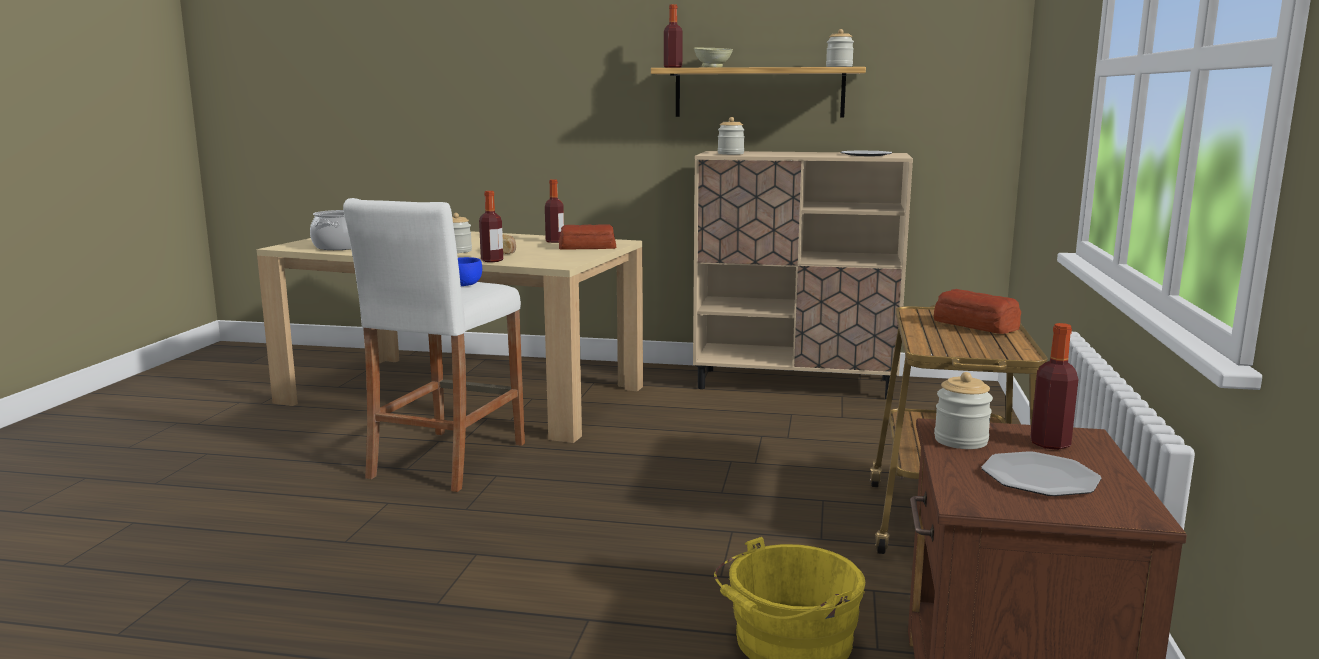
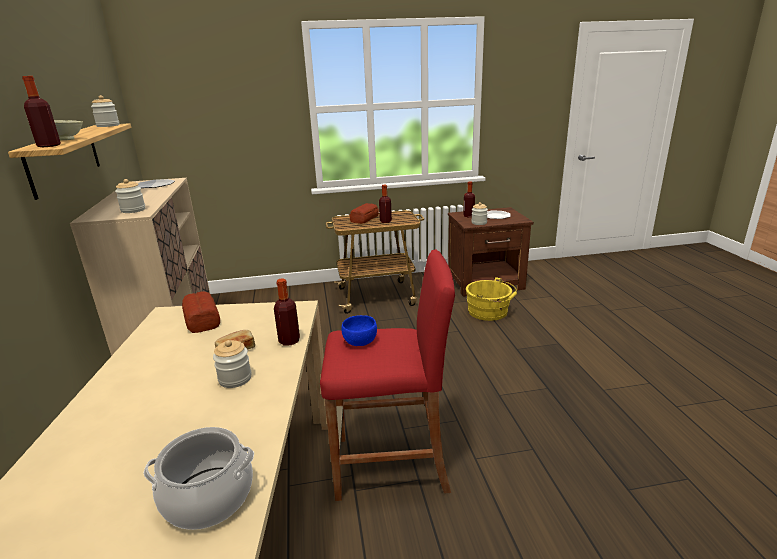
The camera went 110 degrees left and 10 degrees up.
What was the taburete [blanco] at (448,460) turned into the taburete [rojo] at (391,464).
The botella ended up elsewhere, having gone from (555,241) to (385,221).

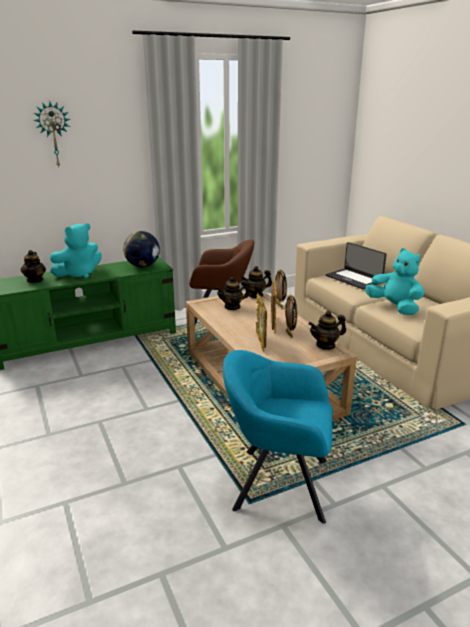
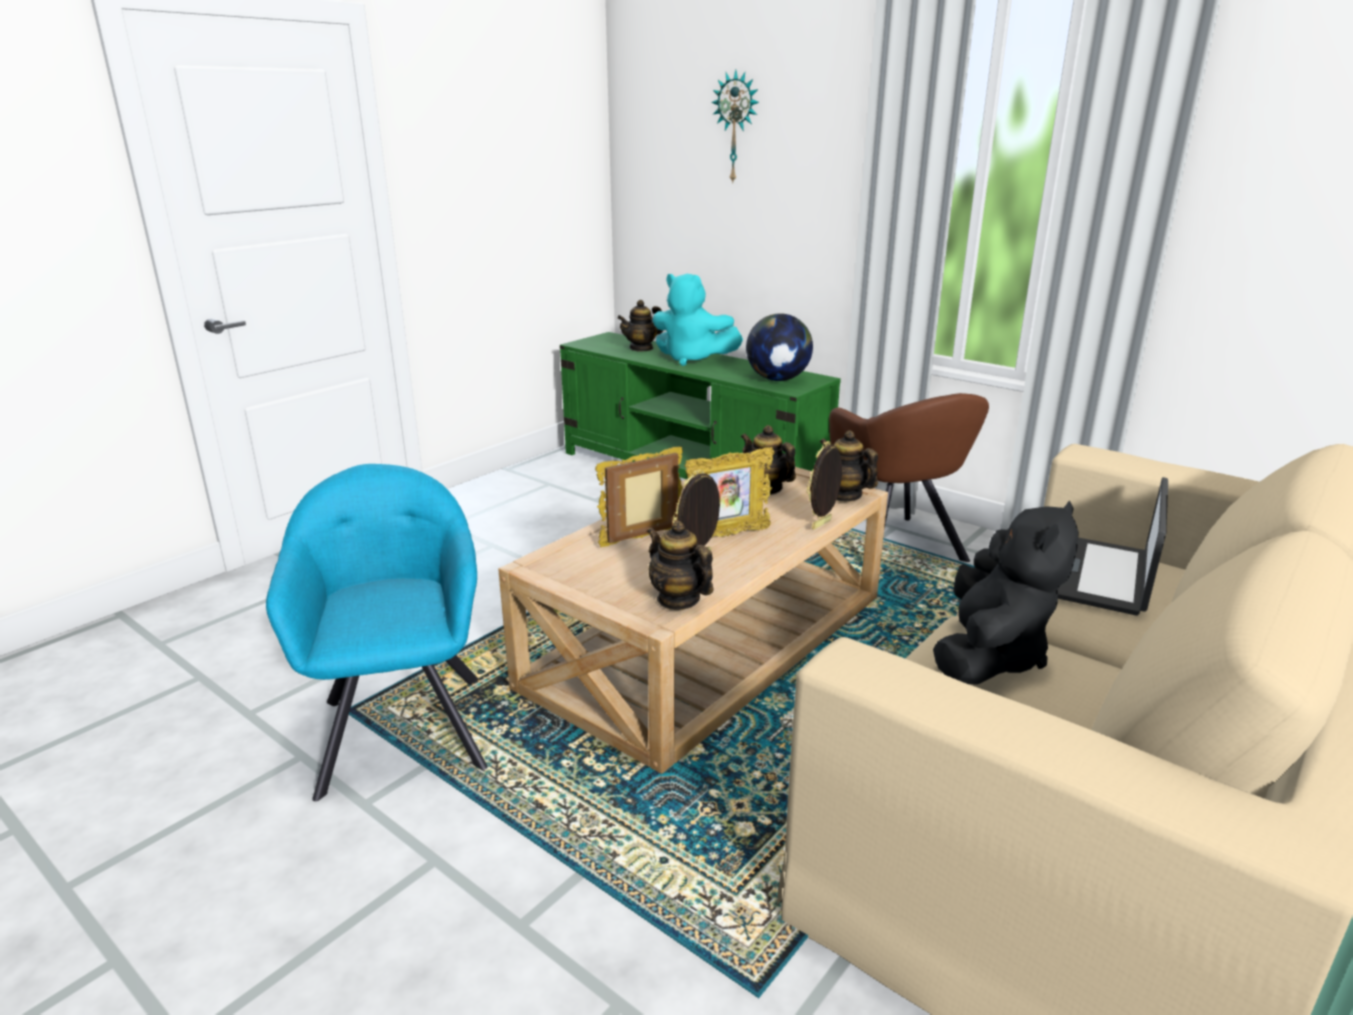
The camera went 65 degrees right and 0 degrees up.
What was the peluche [turquesa] at (394,307) turned into the peluche [negro] at (989,656).

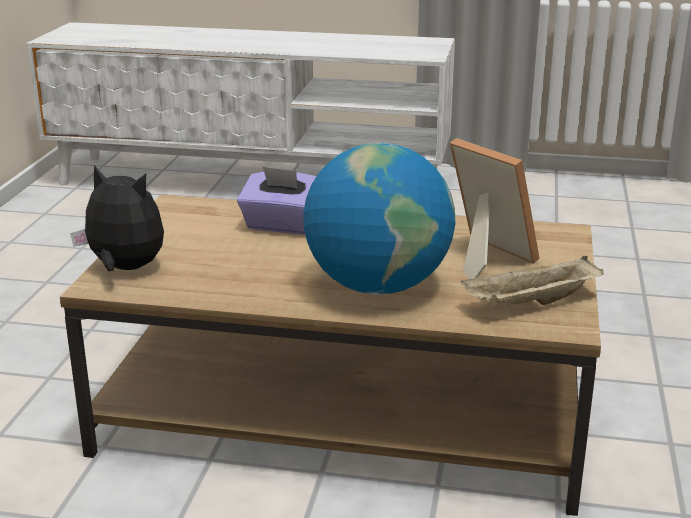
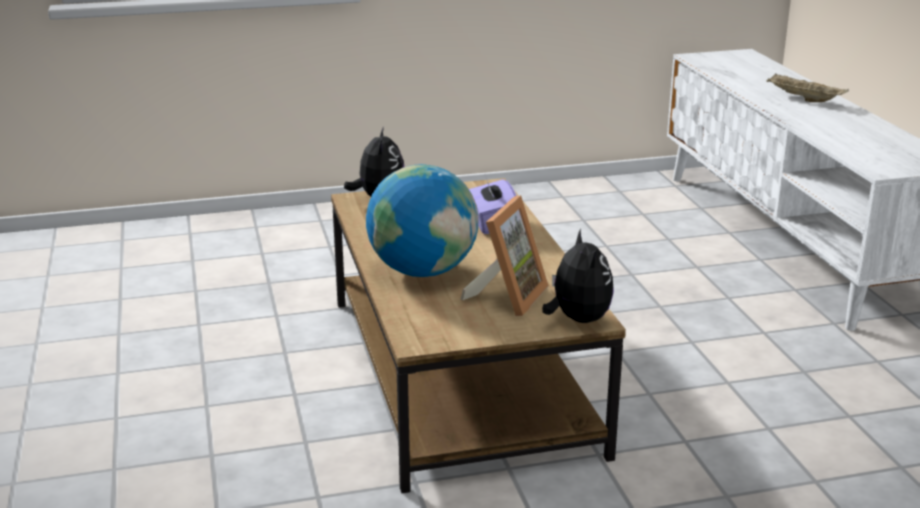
The camera went 65 degrees right and 0 degrees up.
The second view gained the peluche at (577,319).
The bandeja [beis] ended up elsewhere, having gone from (531,303) to (802,99).

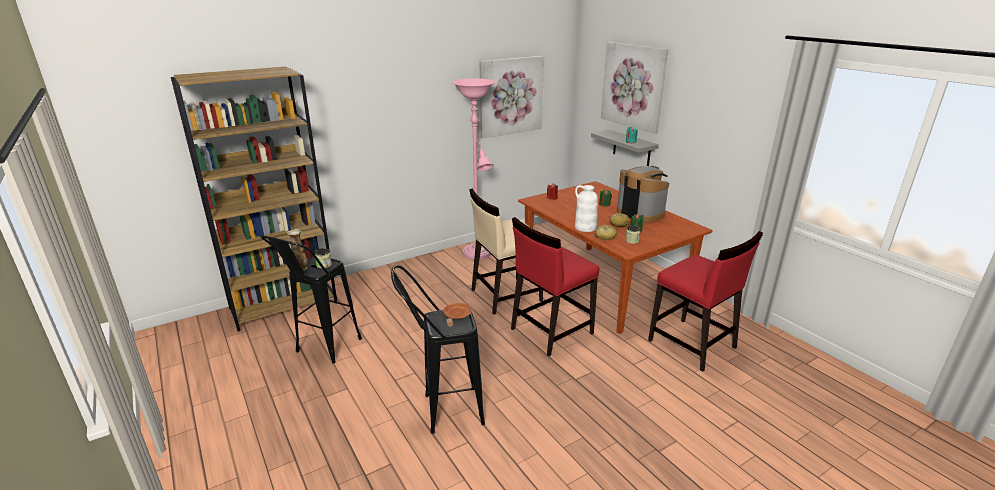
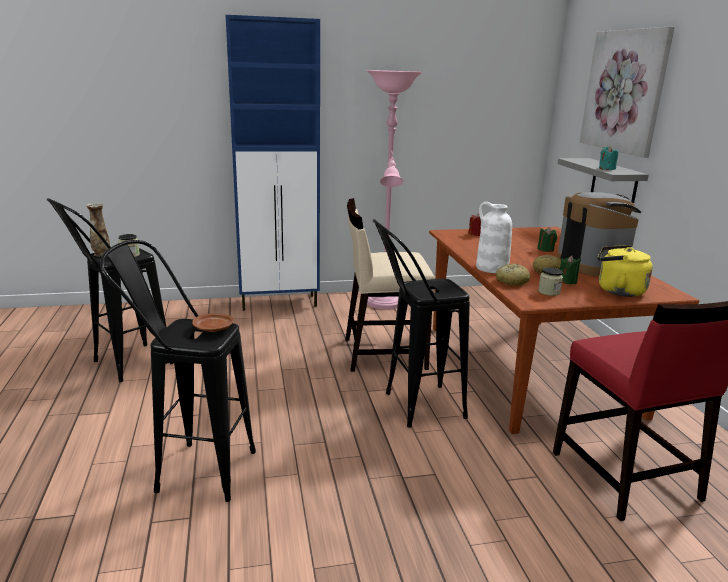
The camera went 20 degrees right and 5 degrees down.
The second view gained the armario [azul] at (280,302).
Where the silla [rojo] stood at (550,331), the taburete [negro] came to stand at (412,407).
The second view gained the hervidor [amarillo] at (617,290).
The second view lost the estantería [marrón] at (284,305).
The second view lost the cuadro at (511,96).

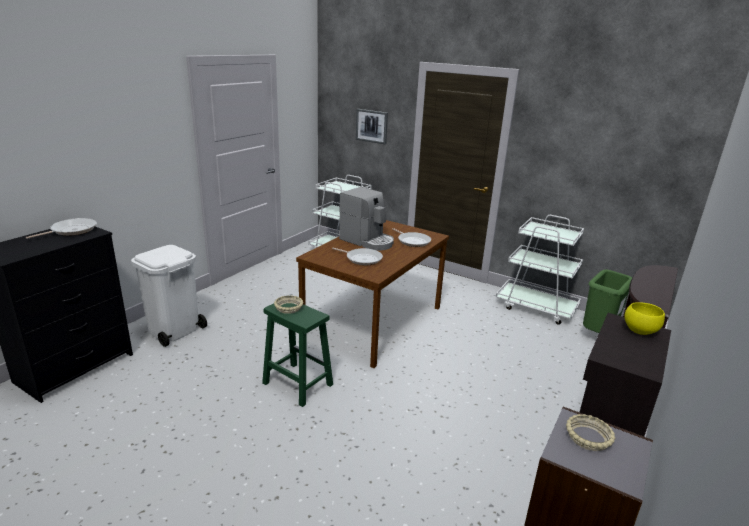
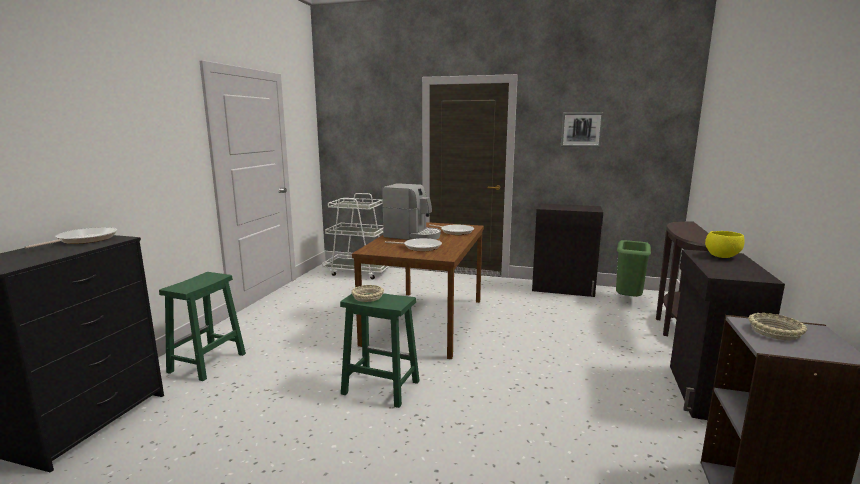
The camera went 15 degrees left and 10 degrees down.
Where the papelera [blanco] stood at (174,331), the taburete [verde] came to stand at (207,363).
Where the carrito [blanco] stood at (536,307), the armario [negro] came to stand at (563,289).
The cuadro ended up elsewhere, having gone from (372,126) to (581,129).

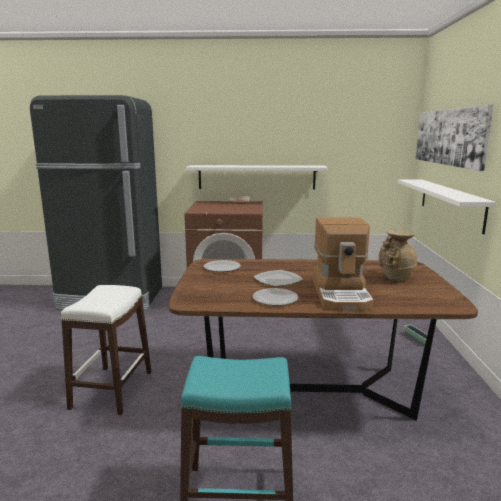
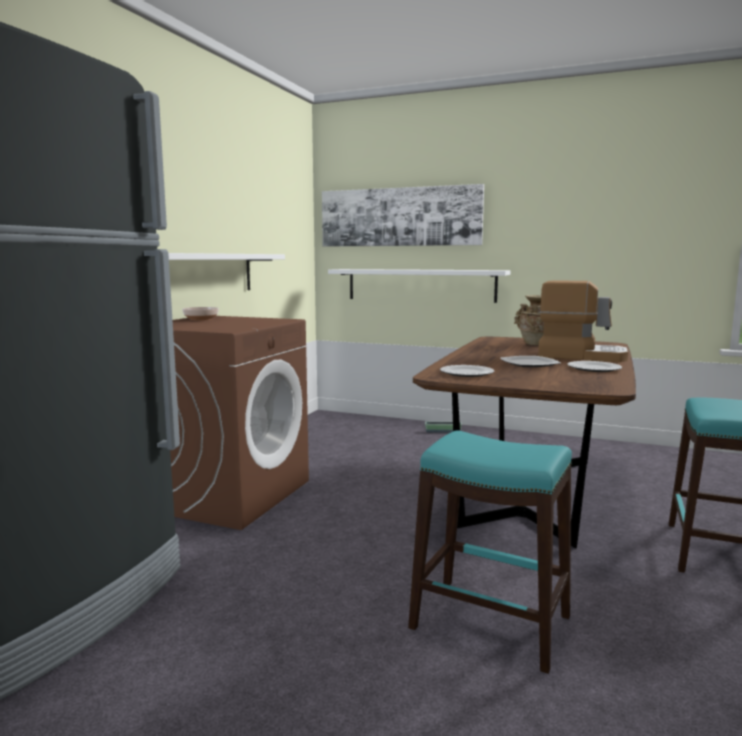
The camera went 70 degrees left and 5 degrees down.
What was the taburete [blanco] at (111,389) turned into the taburete [turquesa] at (490,623).

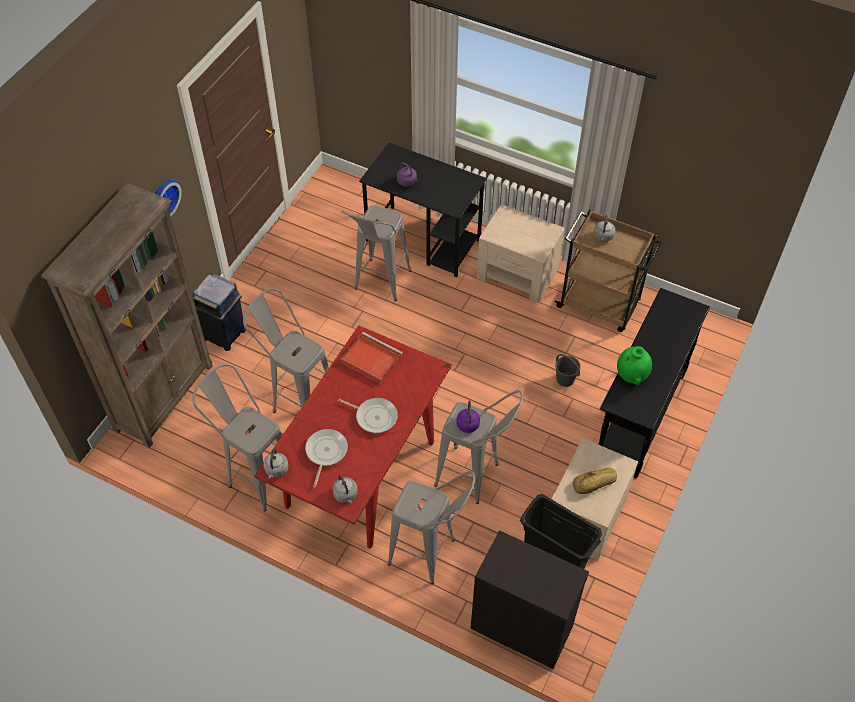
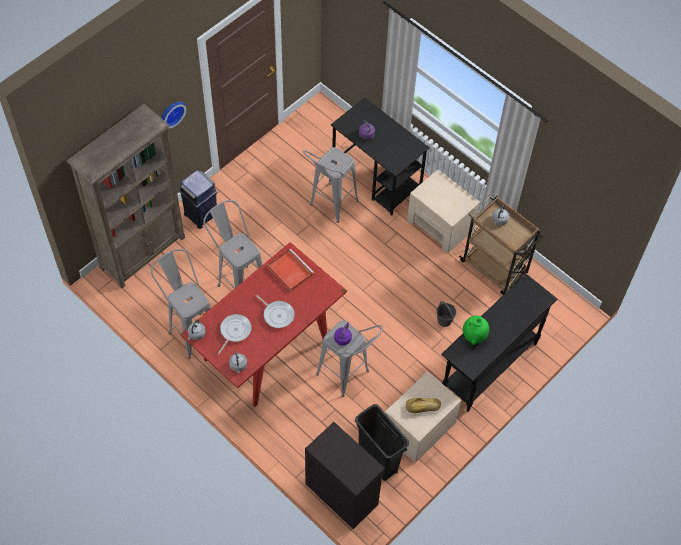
The camera went 15 degrees right and 5 degrees up.
The second view lost the taburete [gris] at (431,556).

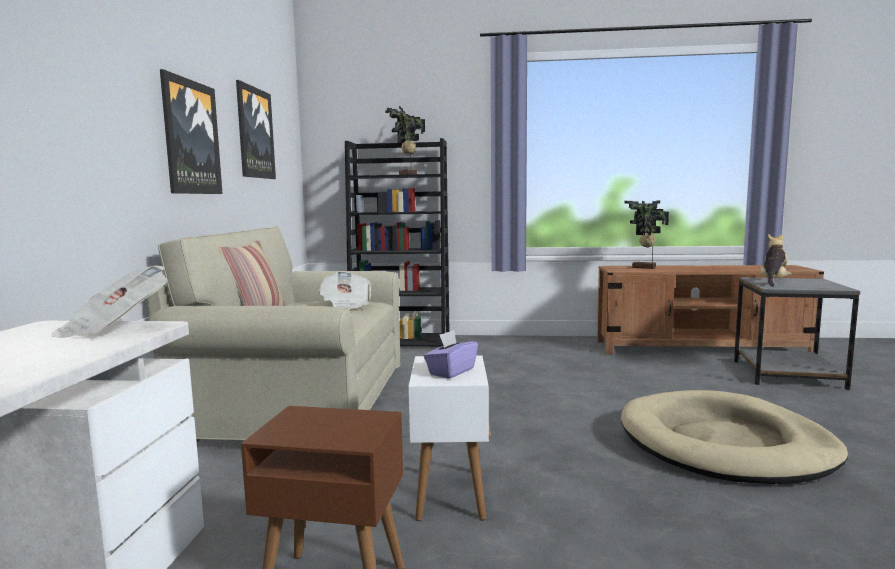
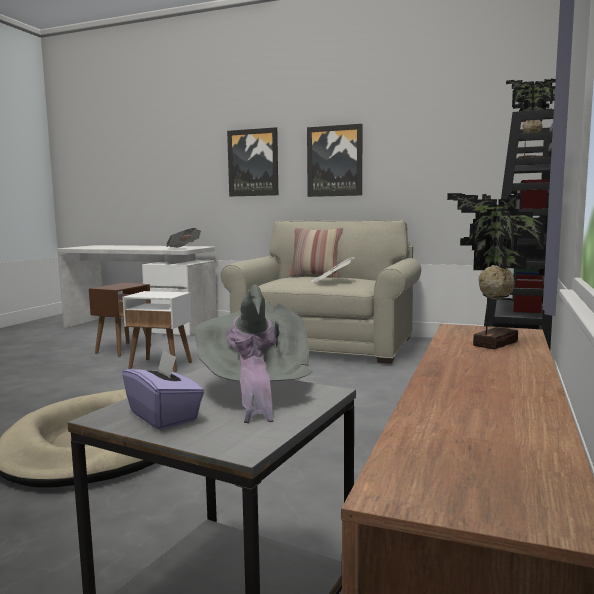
The camera went 105 degrees right and 0 degrees up.
The caja de pañuelos [morado] ended up elsewhere, having gone from (451,371) to (164,416).
Where the peluche stood at (773,282), the sombrero [gris] came to stand at (255,392).
The cuadro ended up elsewhere, having gone from (254,133) to (253,163).

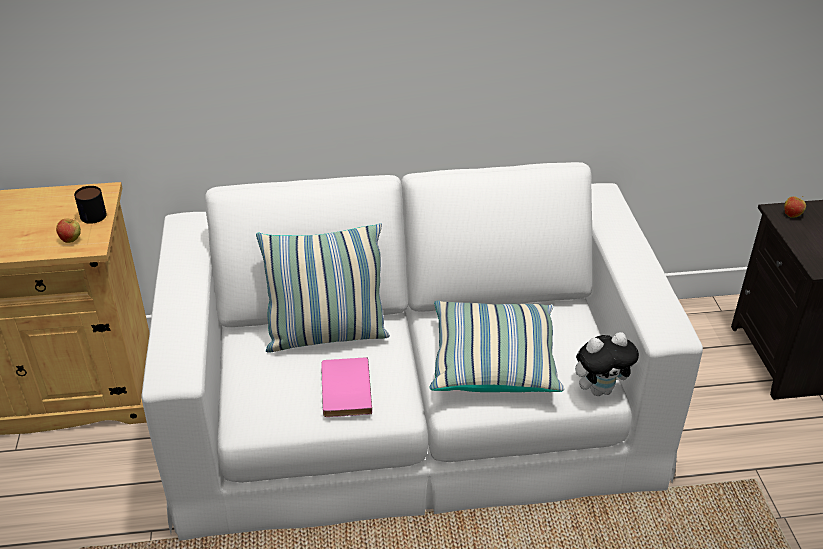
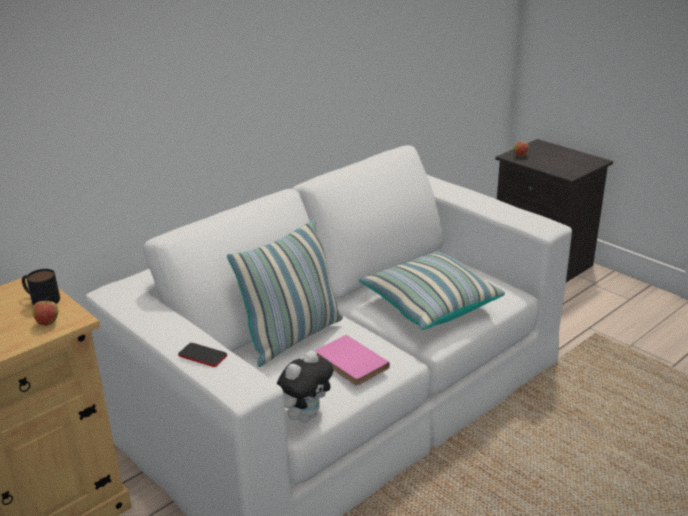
The camera went 35 degrees left and 10 degrees down.
The second view gained the móvil at (202,356).
The peluche ended up elsewhere, having gone from (600,389) to (305,416).

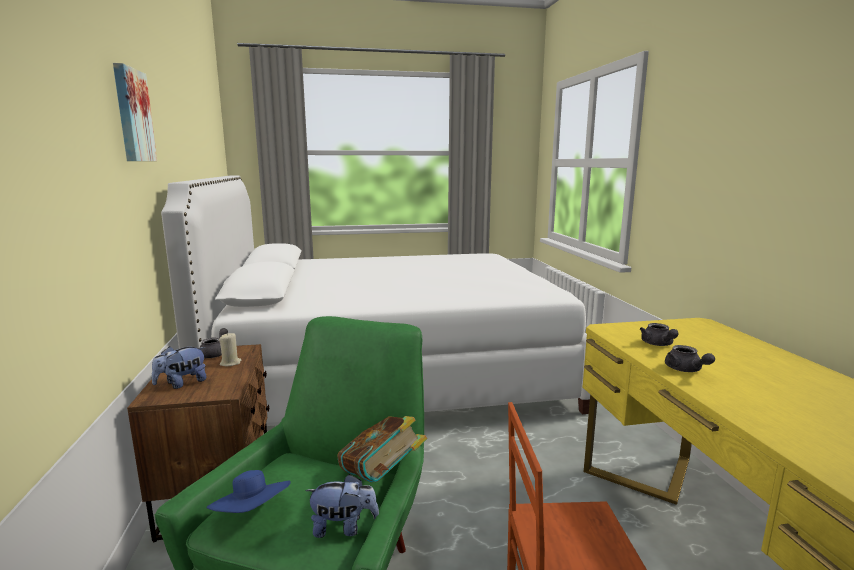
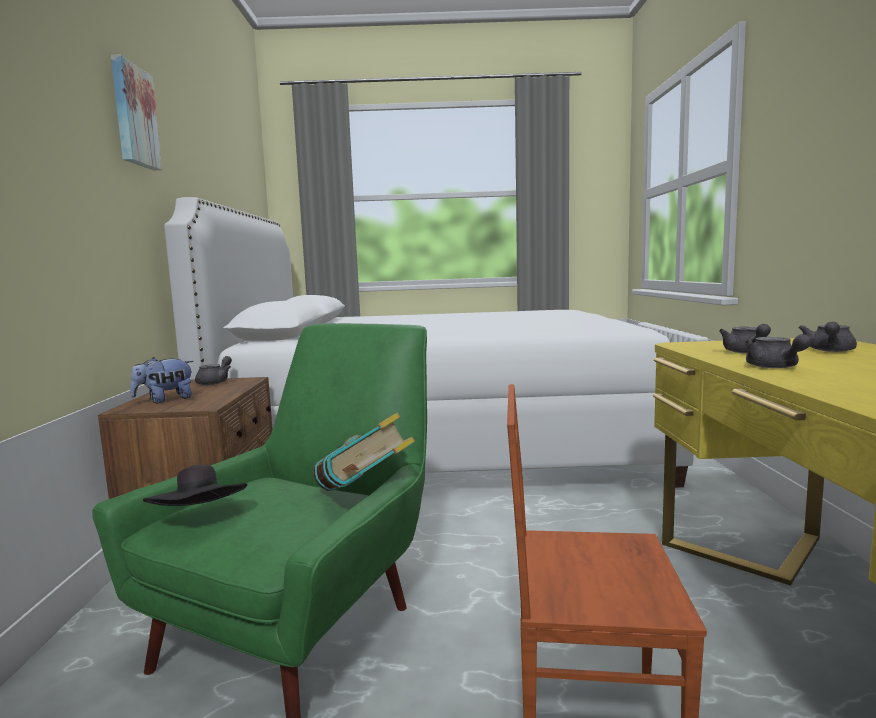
The camera went 10 degrees right and 5 degrees down.
What was the sombrero [azul] at (253,514) turned into the sombrero [negro] at (200,518).
The second view gained the tetera [gris] at (829,350).
The second view lost the vela [beis] at (230,363).
The second view lost the peluche at (343,527).

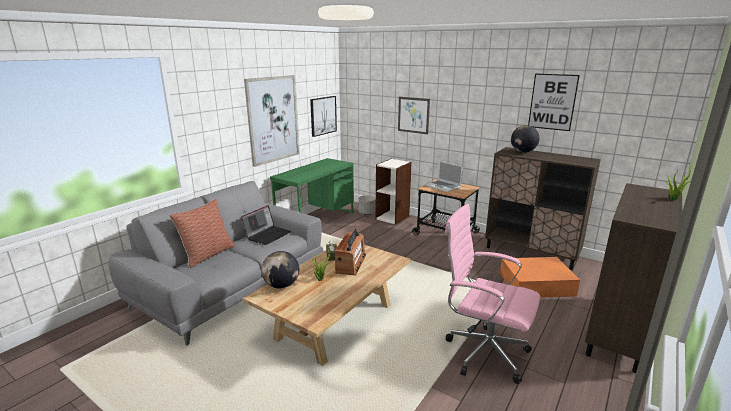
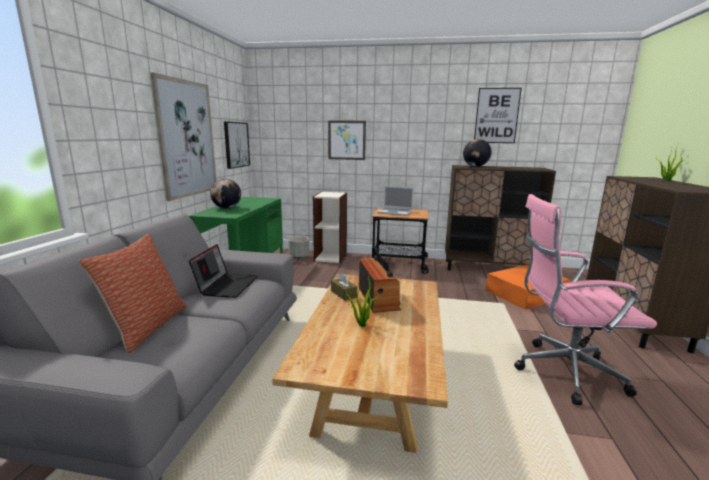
The camera went 25 degrees left and 5 degrees down.
The globo terráqueo ended up elsewhere, having gone from (281,285) to (226,208).

